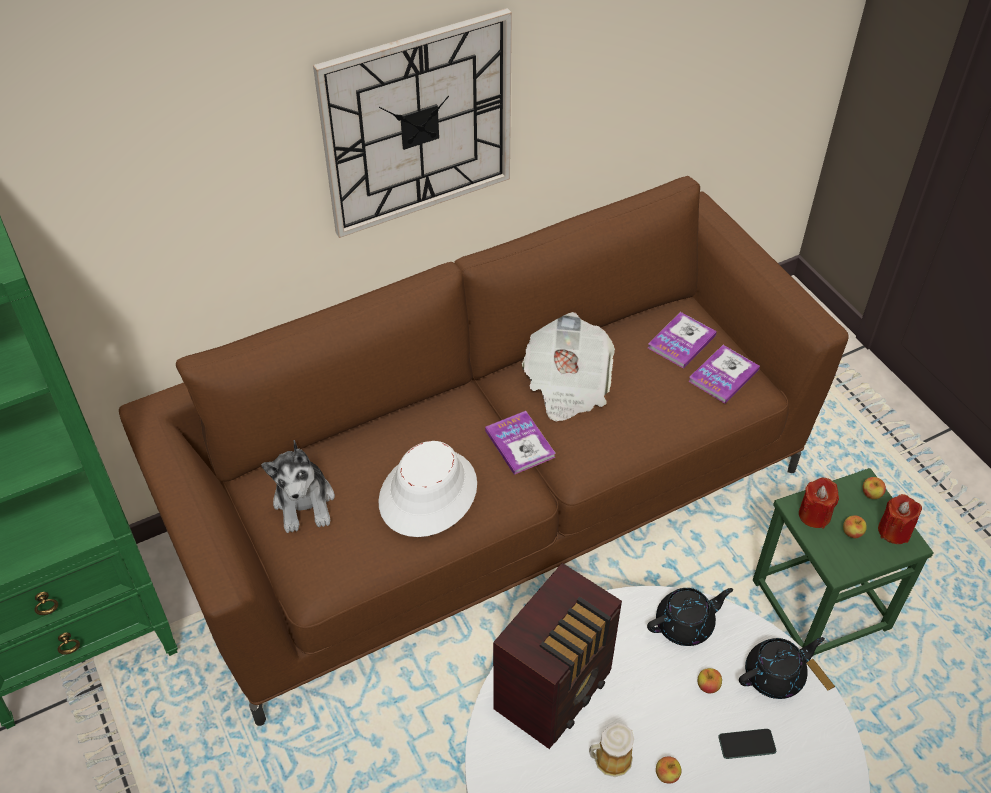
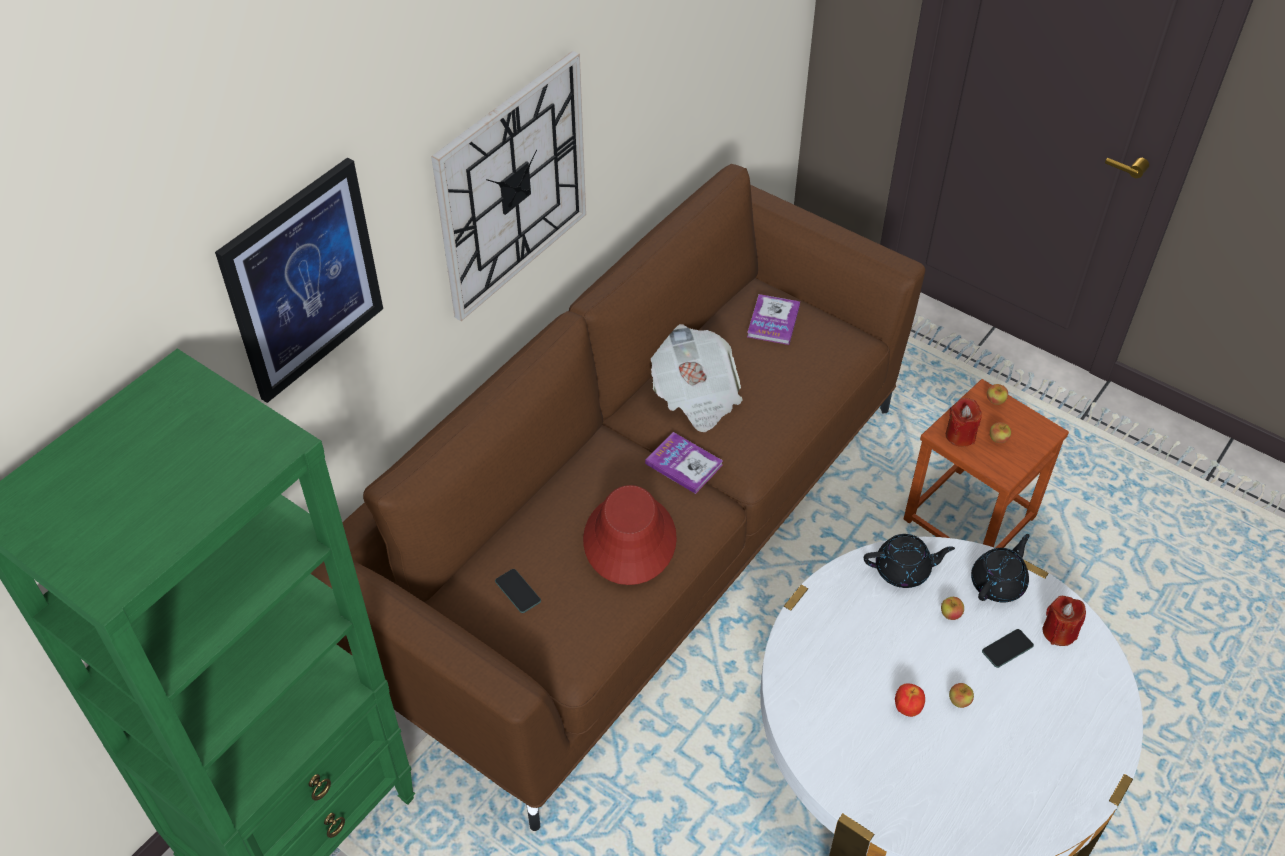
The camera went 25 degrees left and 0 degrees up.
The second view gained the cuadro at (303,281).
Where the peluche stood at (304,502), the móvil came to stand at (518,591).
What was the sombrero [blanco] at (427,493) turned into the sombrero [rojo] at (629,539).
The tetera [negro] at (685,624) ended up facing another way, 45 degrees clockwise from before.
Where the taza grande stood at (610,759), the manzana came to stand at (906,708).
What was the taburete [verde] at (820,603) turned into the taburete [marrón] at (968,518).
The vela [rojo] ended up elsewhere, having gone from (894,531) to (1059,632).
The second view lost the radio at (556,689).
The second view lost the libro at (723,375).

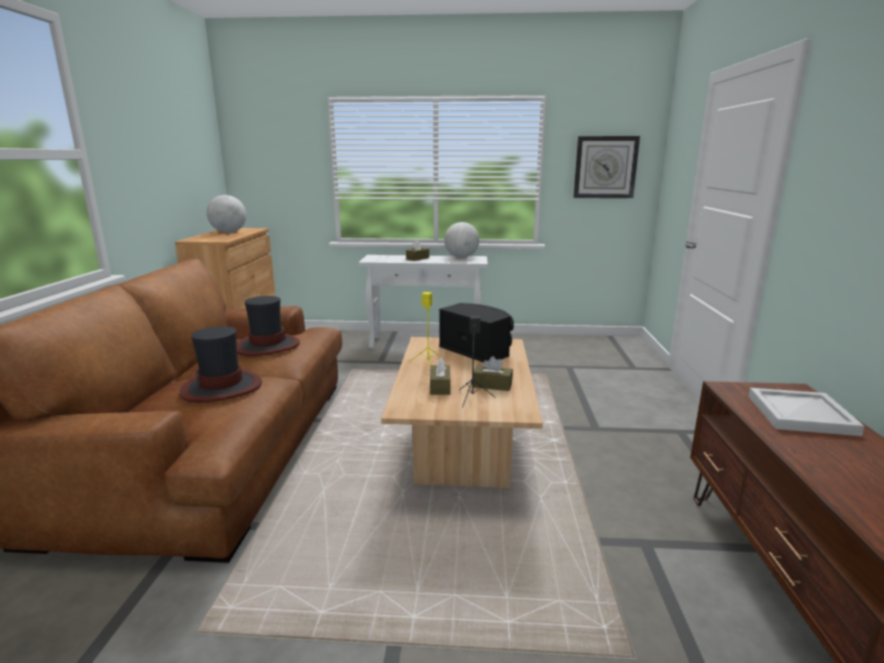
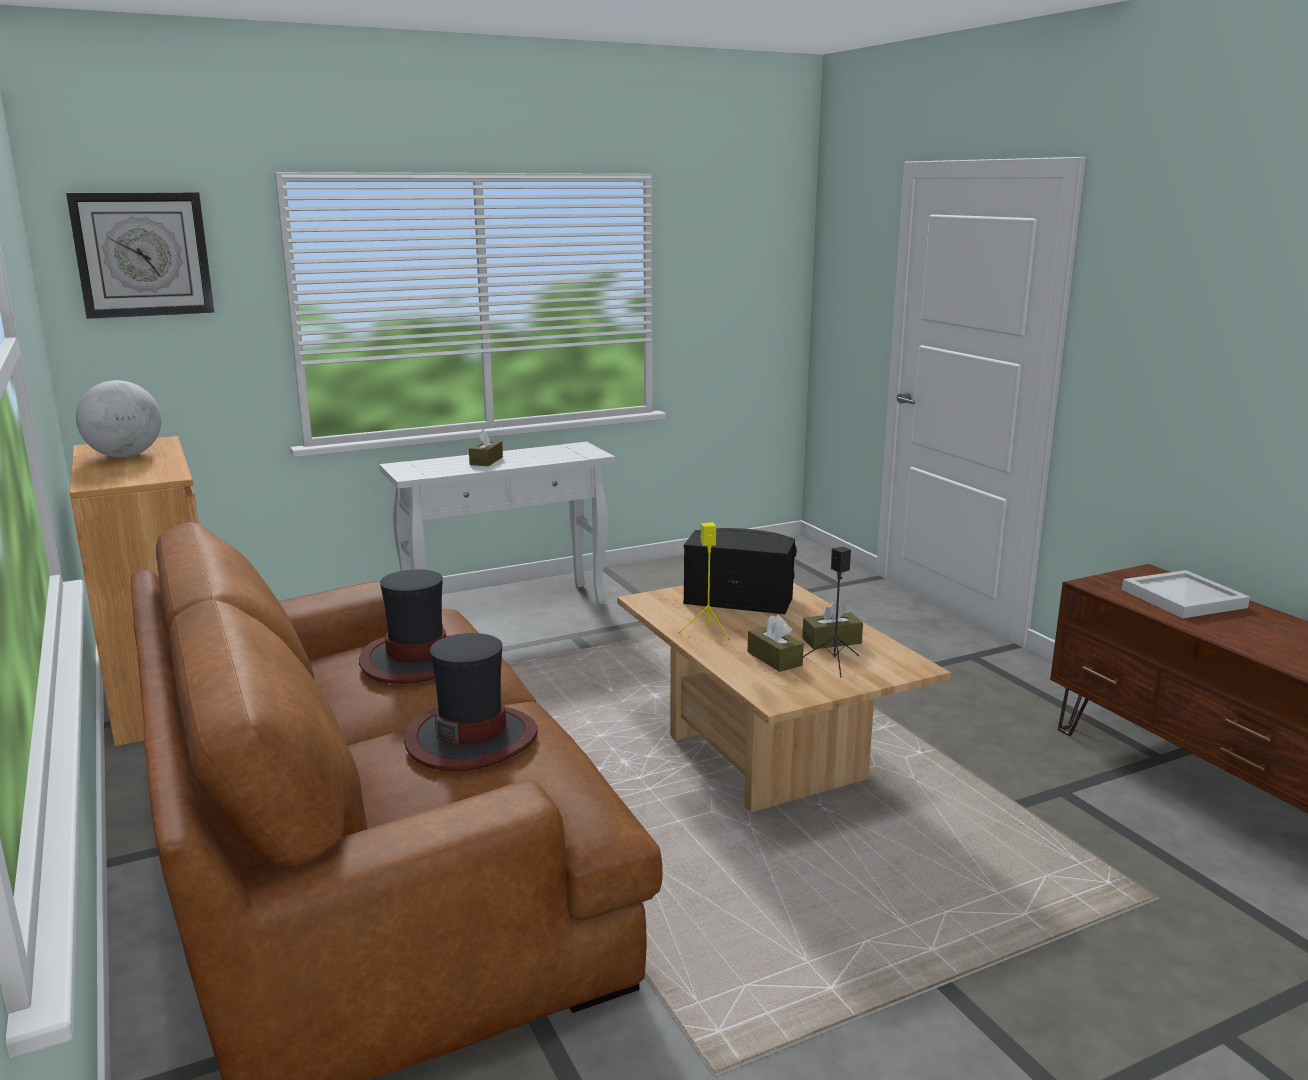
The camera went 30 degrees left and 0 degrees up.
The reloj de pared ended up elsewhere, having gone from (605,167) to (143,254).
The second view lost the globo terráqueo at (461,257).

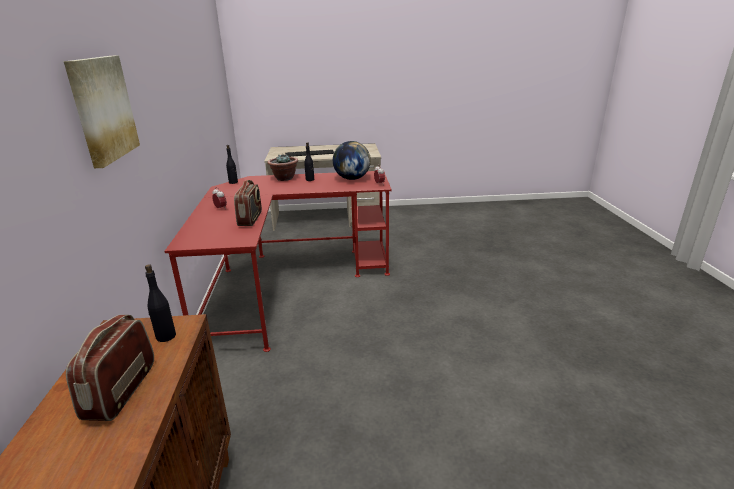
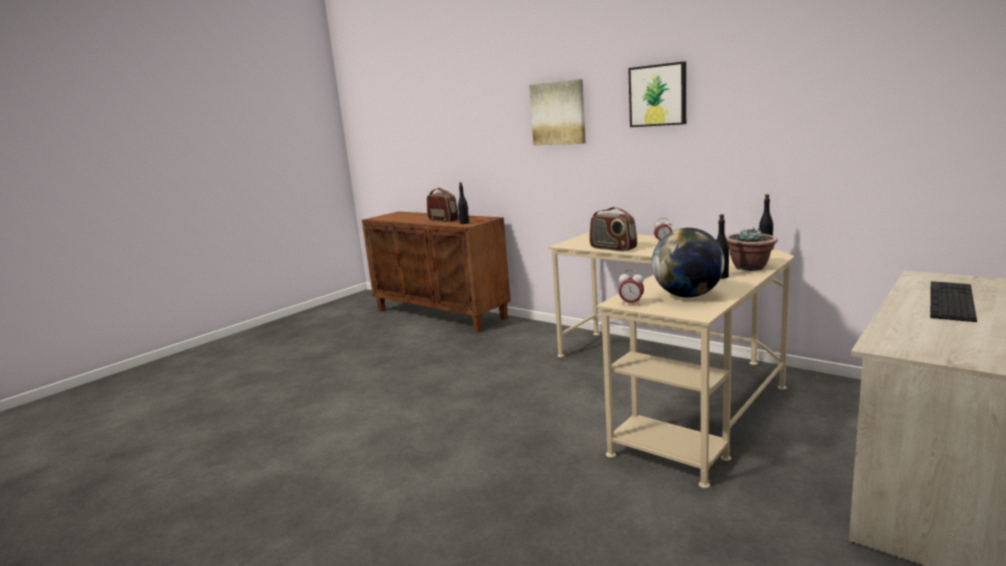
The camera went 135 degrees right and 10 degrees down.
What was the escritorio [rojo] at (286,283) turned into the escritorio [beis] at (674,385).
The second view gained the cuadro at (658,95).

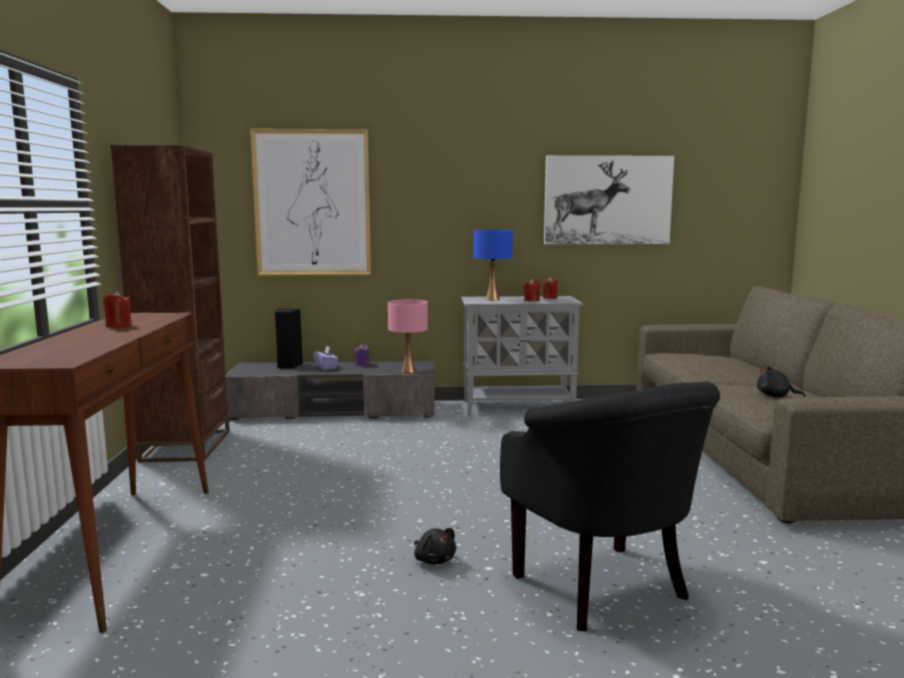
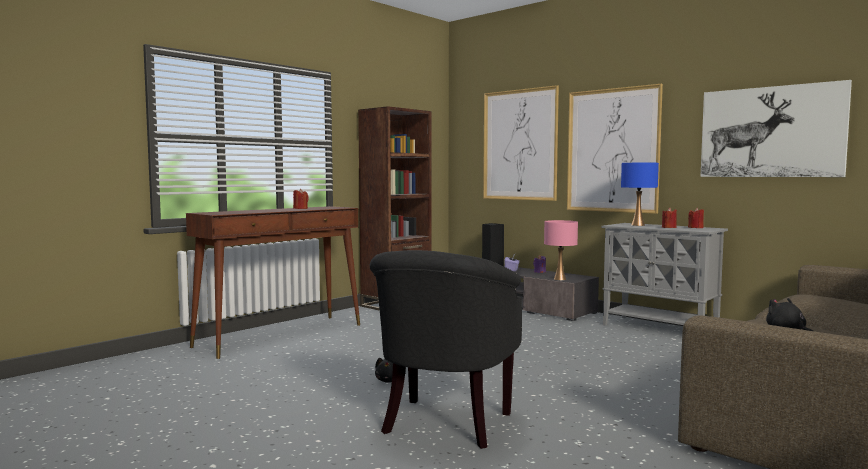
The camera went 45 degrees right and 5 degrees down.
The second view gained the cuadro at (612,150).

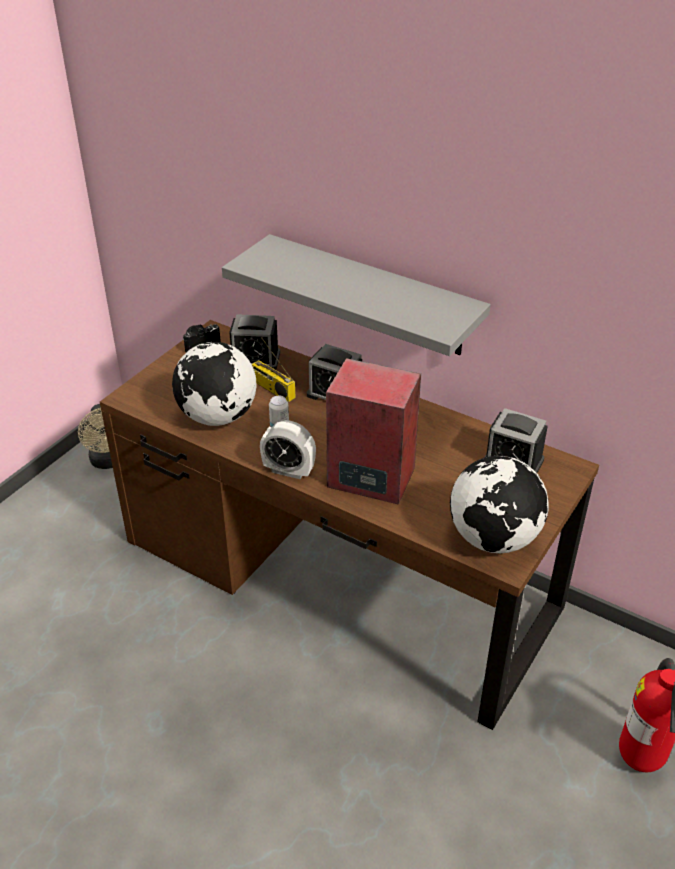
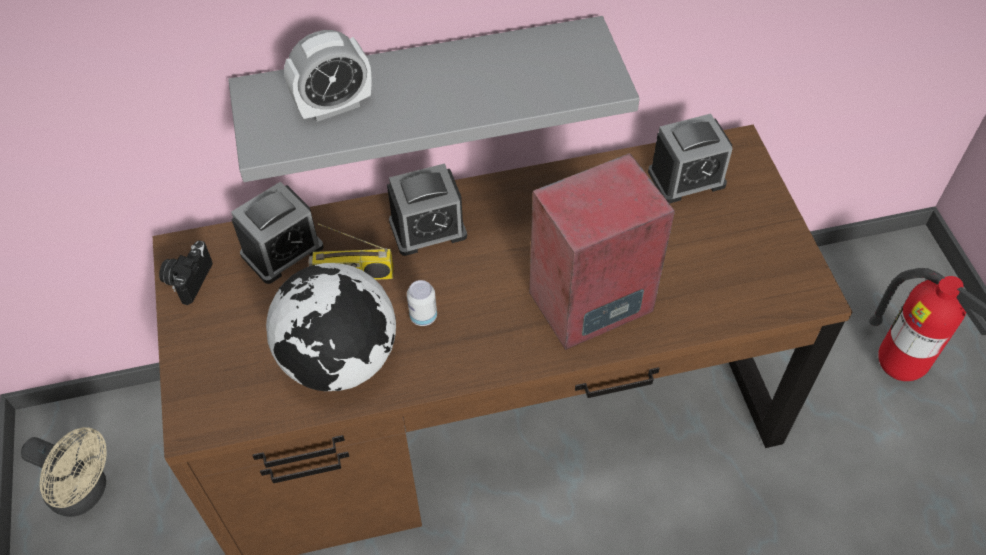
The camera went 45 degrees left and 15 degrees up.
The despertador ended up elsewhere, having gone from (288,471) to (334,106).
The second view lost the globo terráqueo at (494,539).

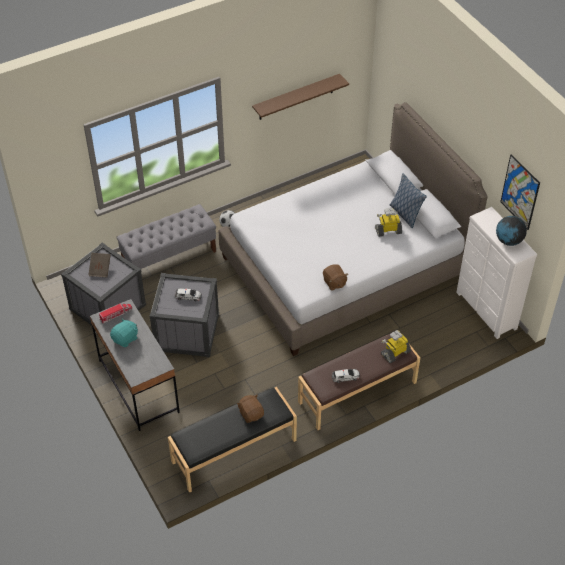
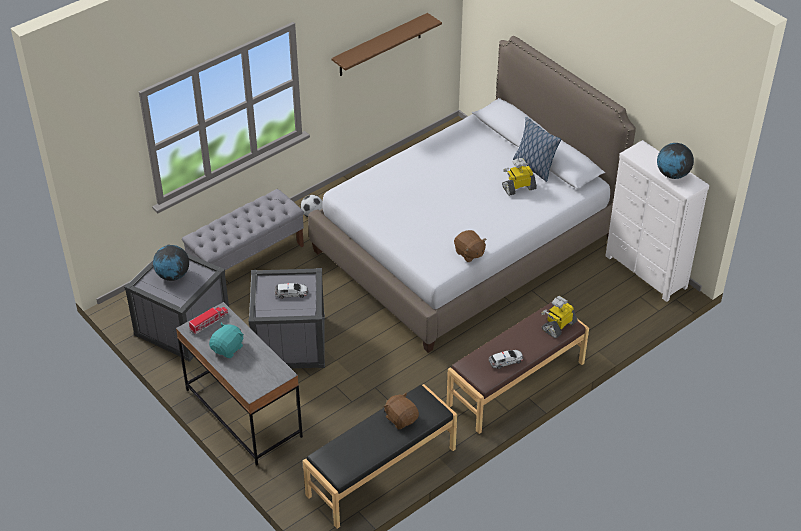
The camera went 10 degrees left and 5 degrees down.
Where the libro [marrón] stood at (100,269), the globo terráqueo came to stand at (173,275).
The second view lost the cuadro at (520,192).

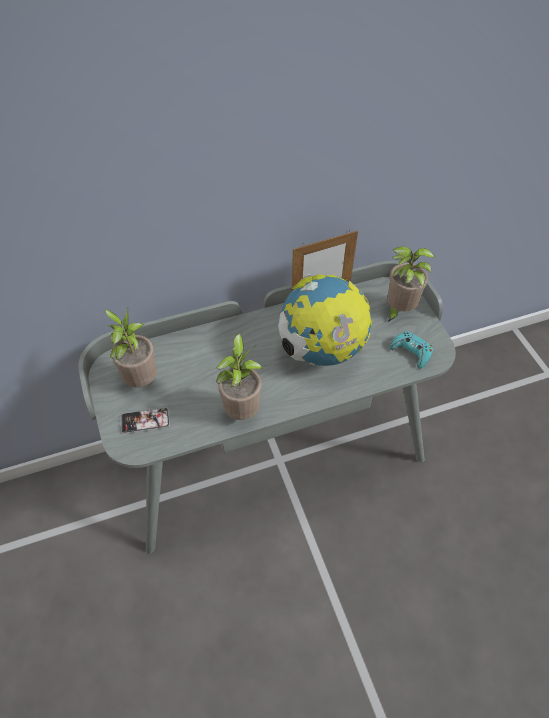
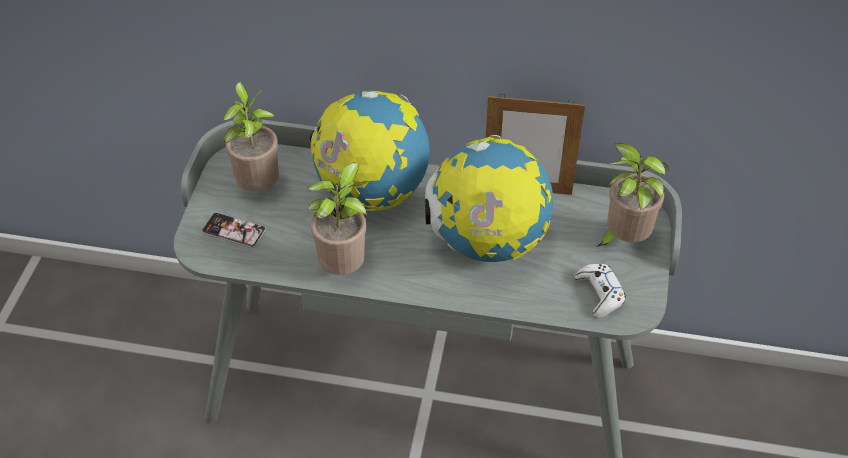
The camera went 30 degrees right and 5 degrees down.
The second view gained the globo terráqueo at (372,193).
What was the mando de consola [turquesa] at (411,352) turned into the mando de consola [blanco] at (599,294).

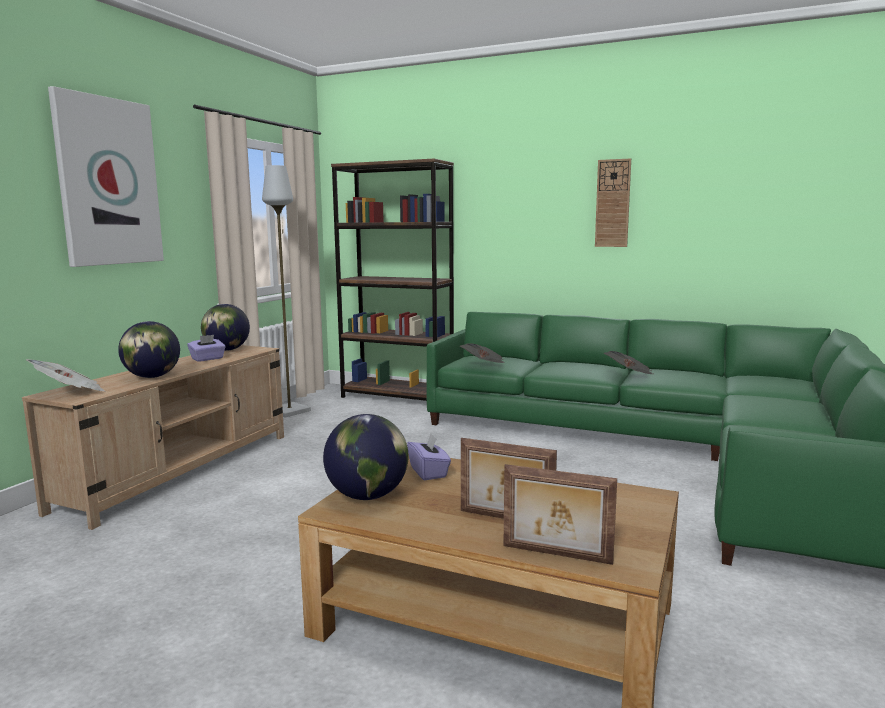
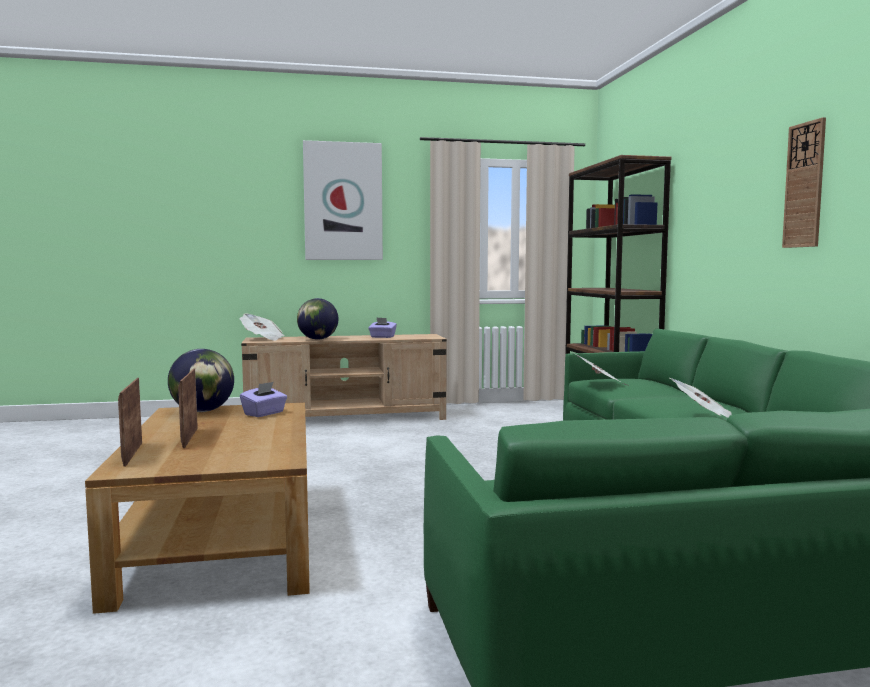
The camera went 55 degrees right and 5 degrees down.
The second view lost the globo terráqueo at (227,350).
The second view lost the lámpara de pie [gris] at (289,411).

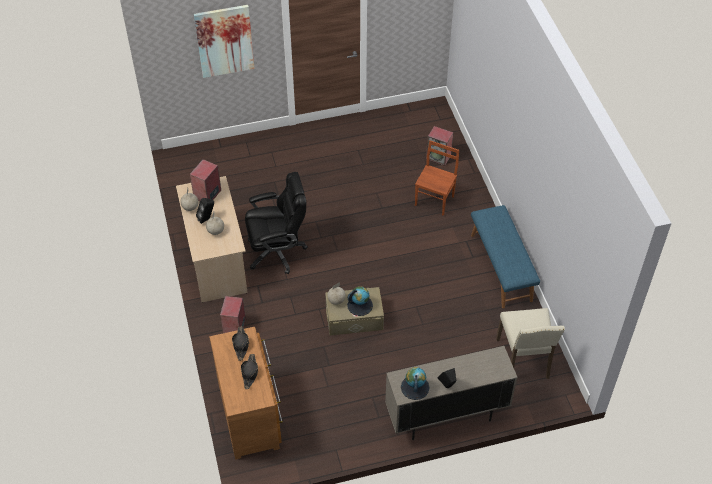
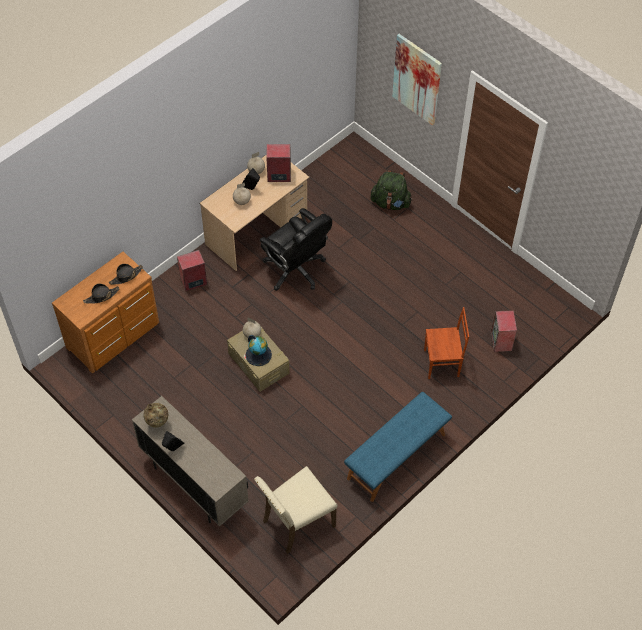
The camera went 60 degrees right and 5 degrees up.
Where the globo terráqueo stood at (414,387), the florero [beis] came to stand at (158,424).
The second view gained the mochila [verde] at (390,203).

